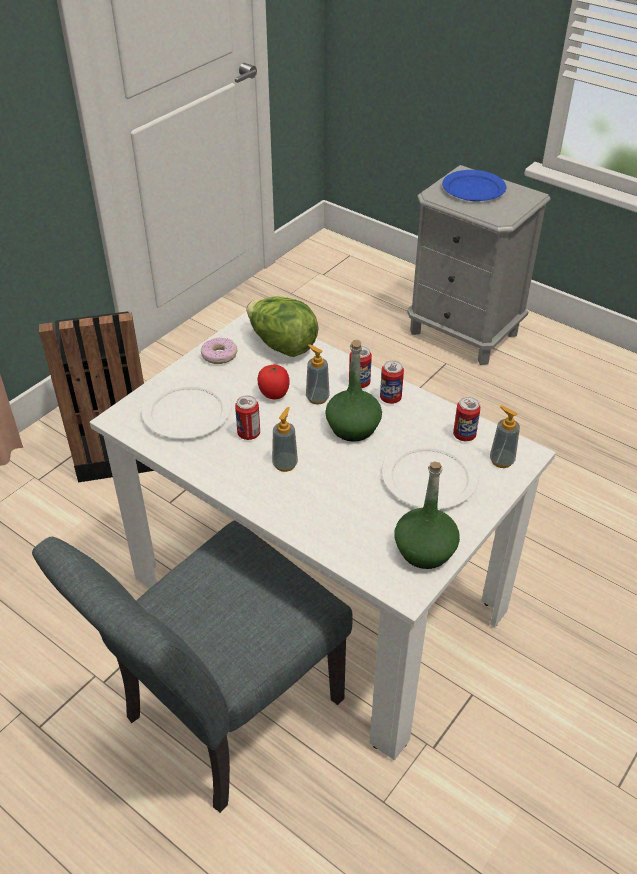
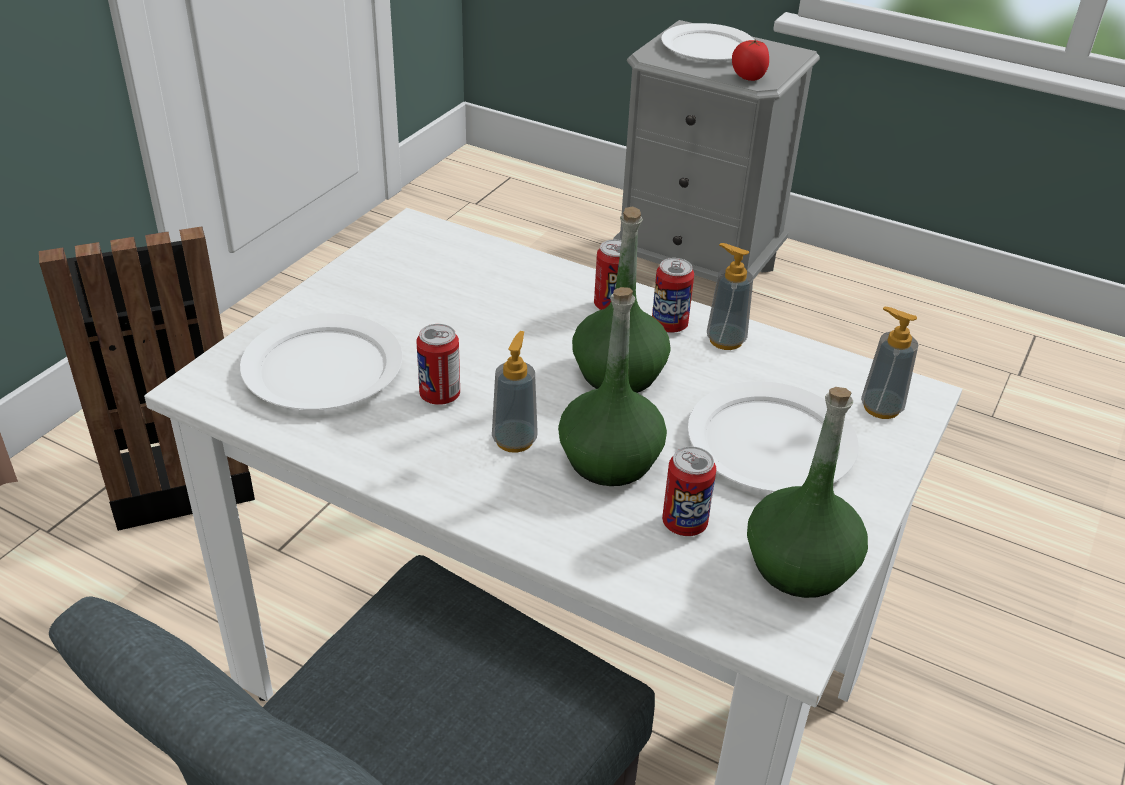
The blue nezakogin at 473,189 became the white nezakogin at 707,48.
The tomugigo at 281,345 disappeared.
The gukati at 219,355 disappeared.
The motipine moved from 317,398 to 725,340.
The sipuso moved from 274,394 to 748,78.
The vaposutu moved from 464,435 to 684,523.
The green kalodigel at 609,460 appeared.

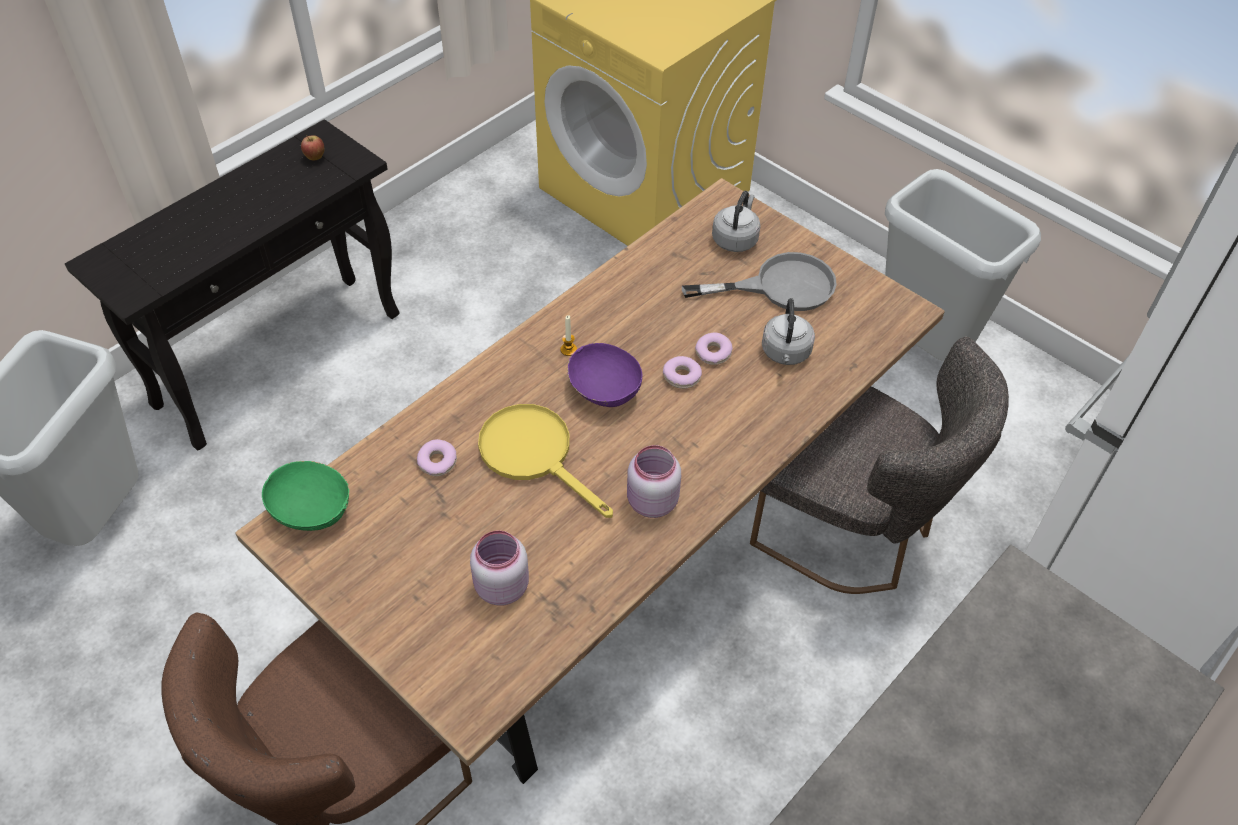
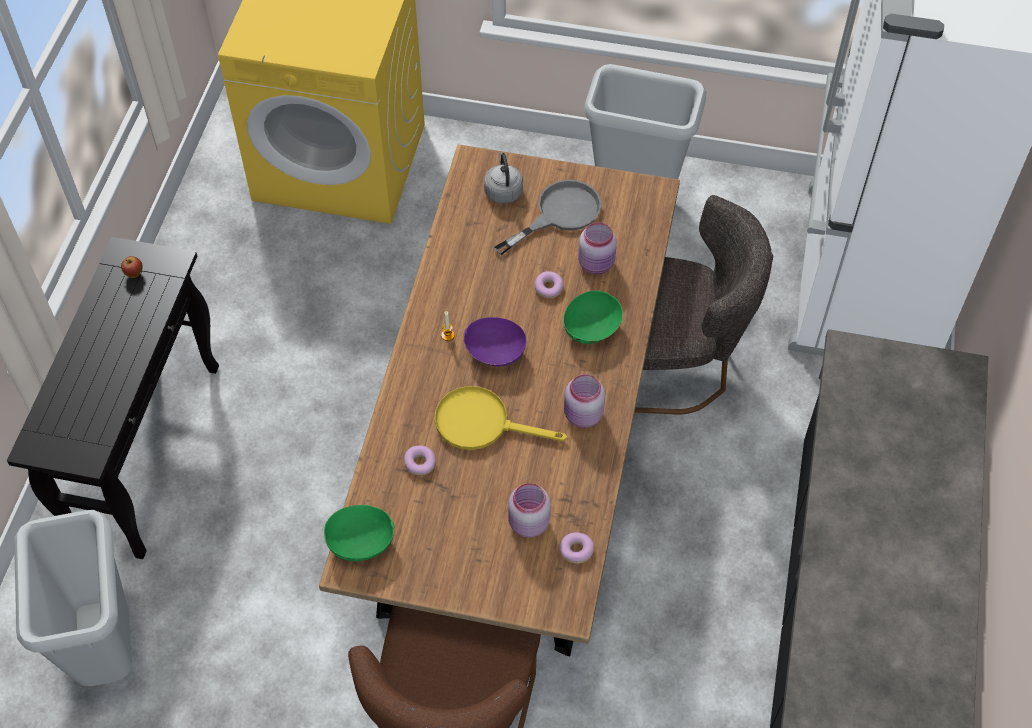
The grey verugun at 785,353 was replaced by the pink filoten at 597,264.
The gukati moved from 681,376 to 576,550.
The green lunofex at 592,330 appeared.

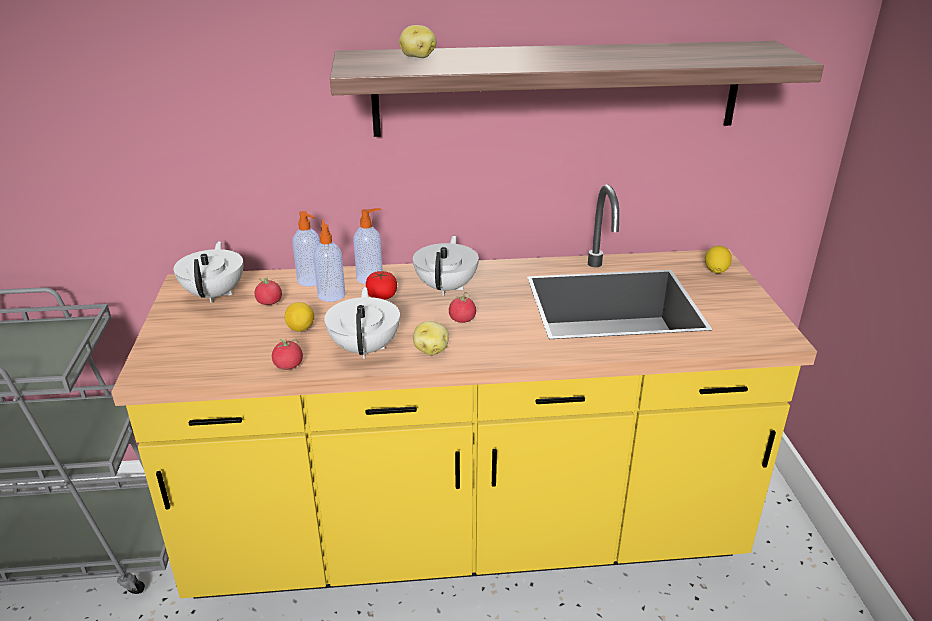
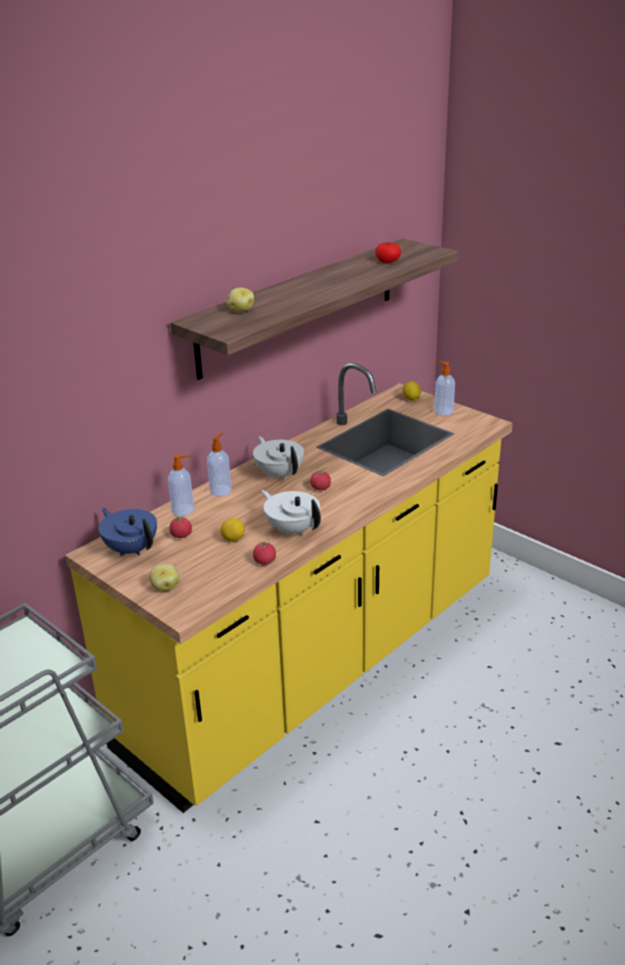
The motipine moved from 331,294 to 443,411.
The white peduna at 215,294 became the blue peduna at 131,549.
The sipuso moved from 382,296 to 387,261.
The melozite moved from 431,350 to 165,587.

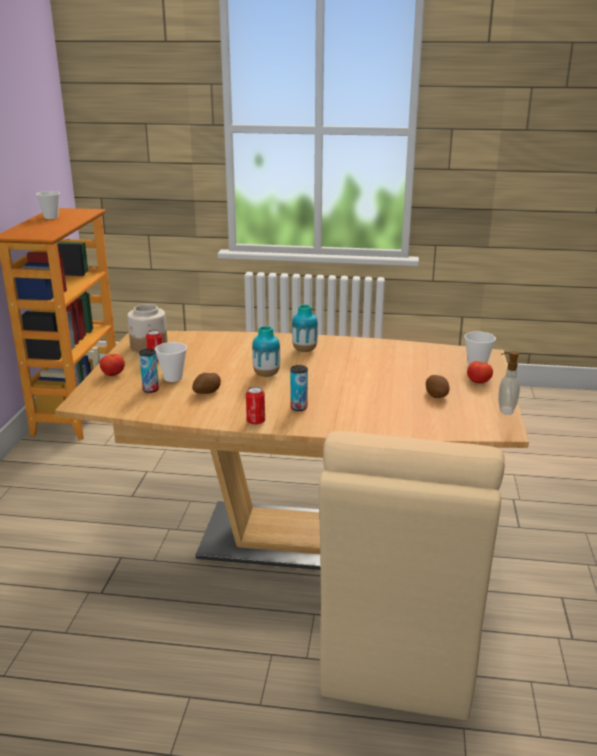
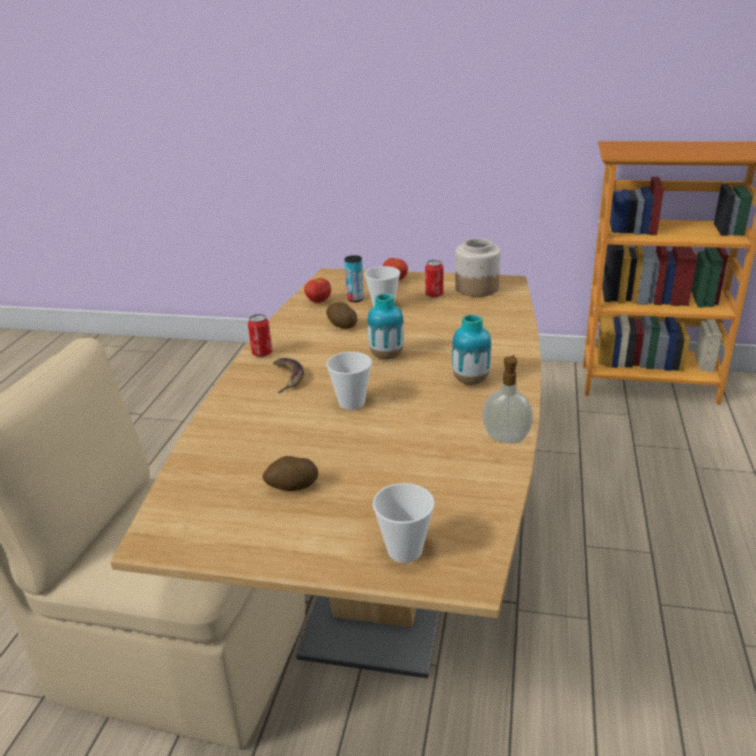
The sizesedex moved from 51,217 to 351,403.
The motipine moved from 505,410 to 506,437.
The sipuso moved from 478,382 to 318,301.
The vaposutu at 299,407 was replaced by the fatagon at 287,377.

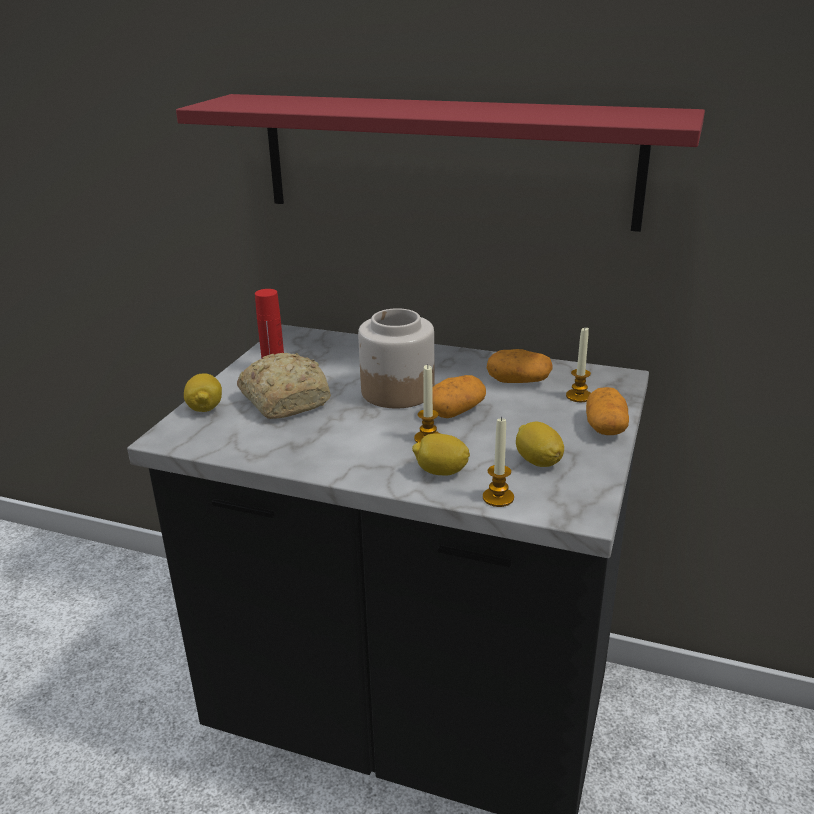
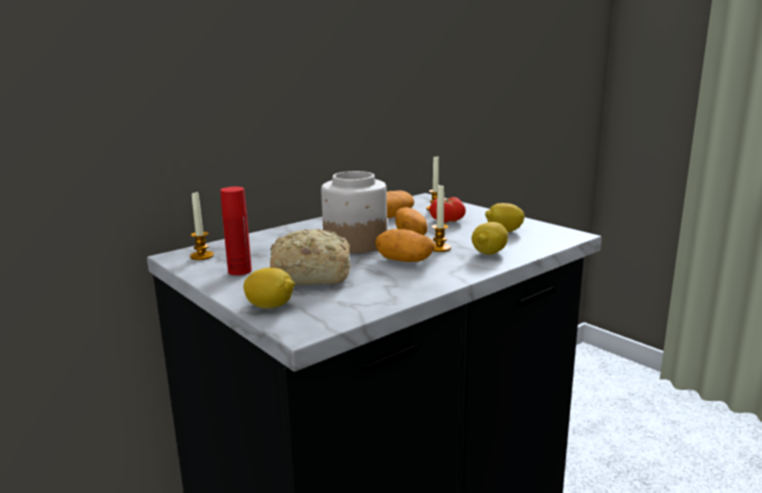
The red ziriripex at 445,160 disappeared.
The melozite moved from 605,427 to 404,261.
The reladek moved from 498,498 to 202,256.
The sipuso at 445,221 appeared.

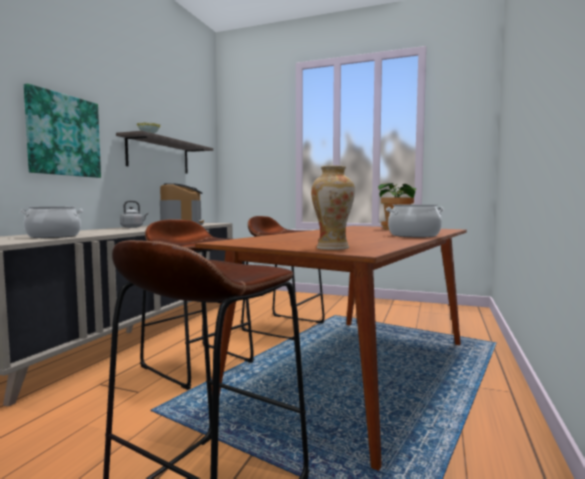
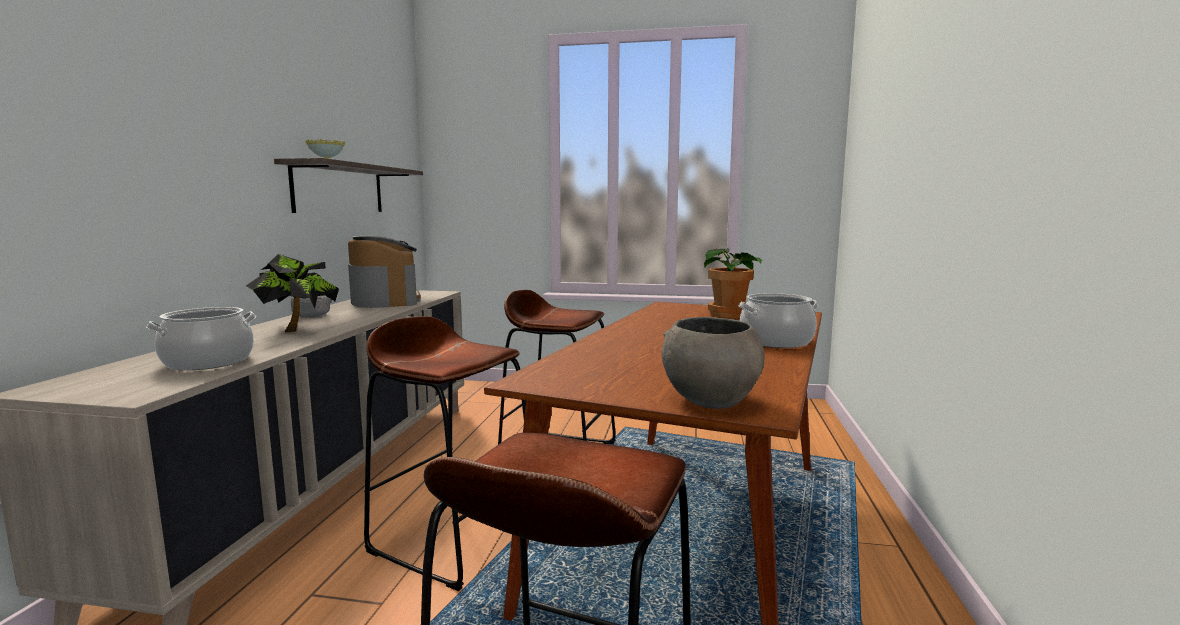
The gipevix at 63,135 disappeared.
The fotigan at 332,248 was replaced by the grey lunofex at 710,400.
The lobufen at 298,329 appeared.

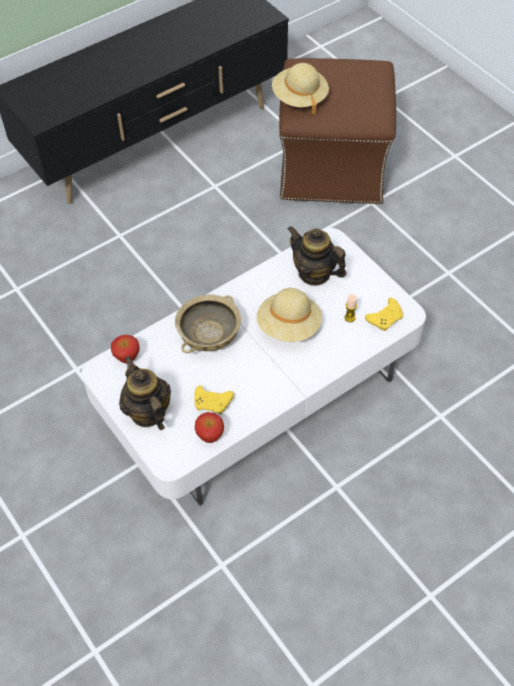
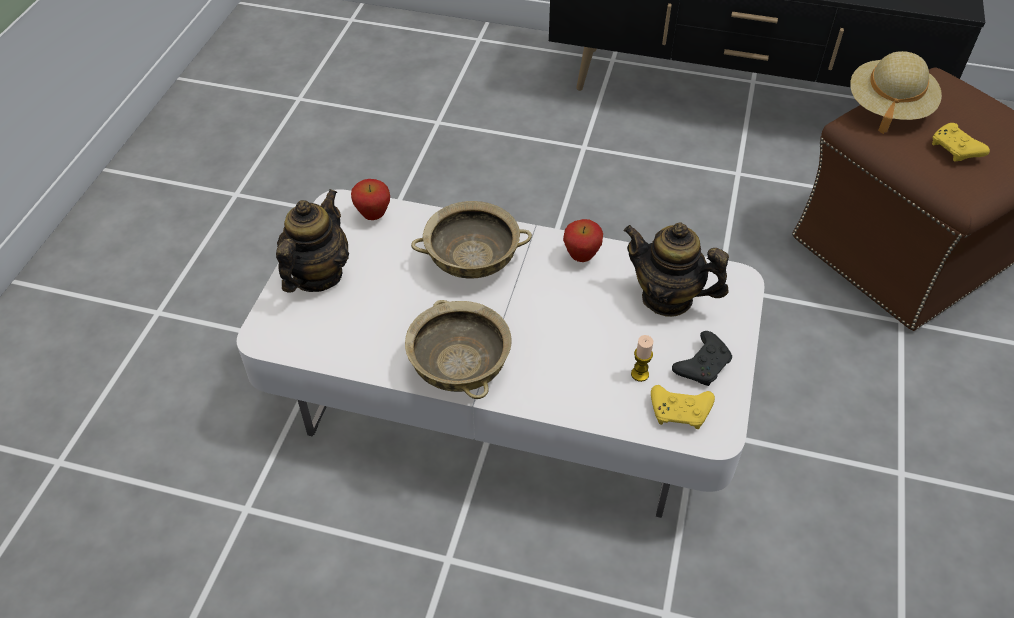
The peduna at 314,273 turned 60 degrees counterclockwise.
The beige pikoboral at 289,327 disappeared.
The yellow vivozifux moved from 213,403 to 955,150.
The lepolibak moved from 210,437 to 581,257.
The beige lunofex at 459,366 appeared.
The black vivozifux at 703,365 appeared.

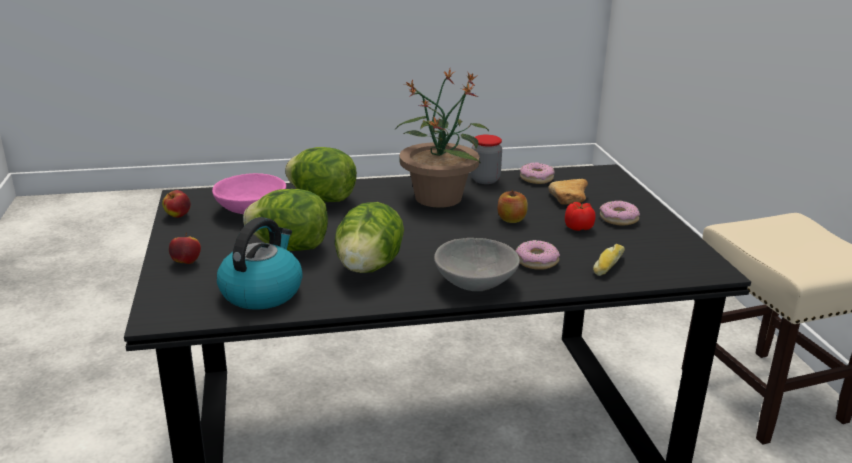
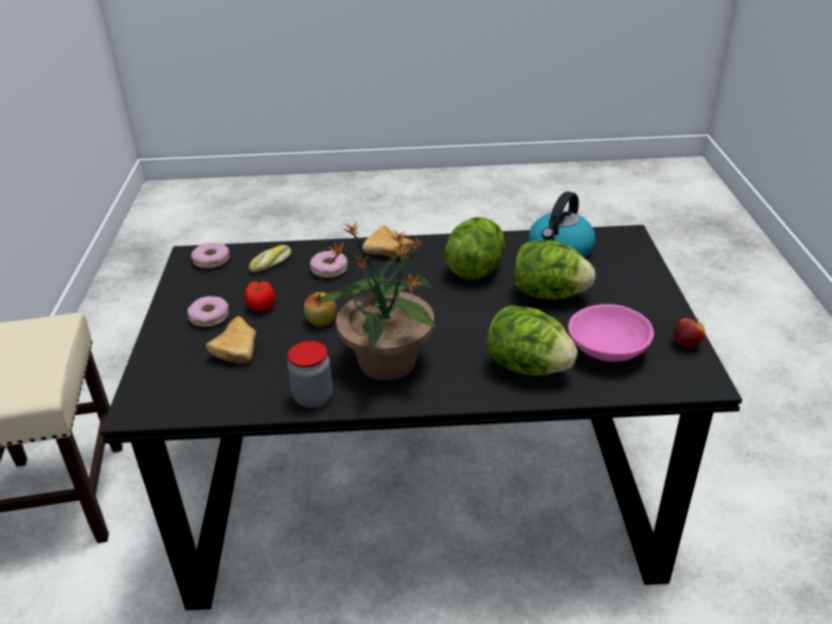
The gukati moved from 536,178 to 211,260.
The lepolibak at 186,262 disappeared.
The grey lunofex at 475,283 was replaced by the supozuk at 390,252.

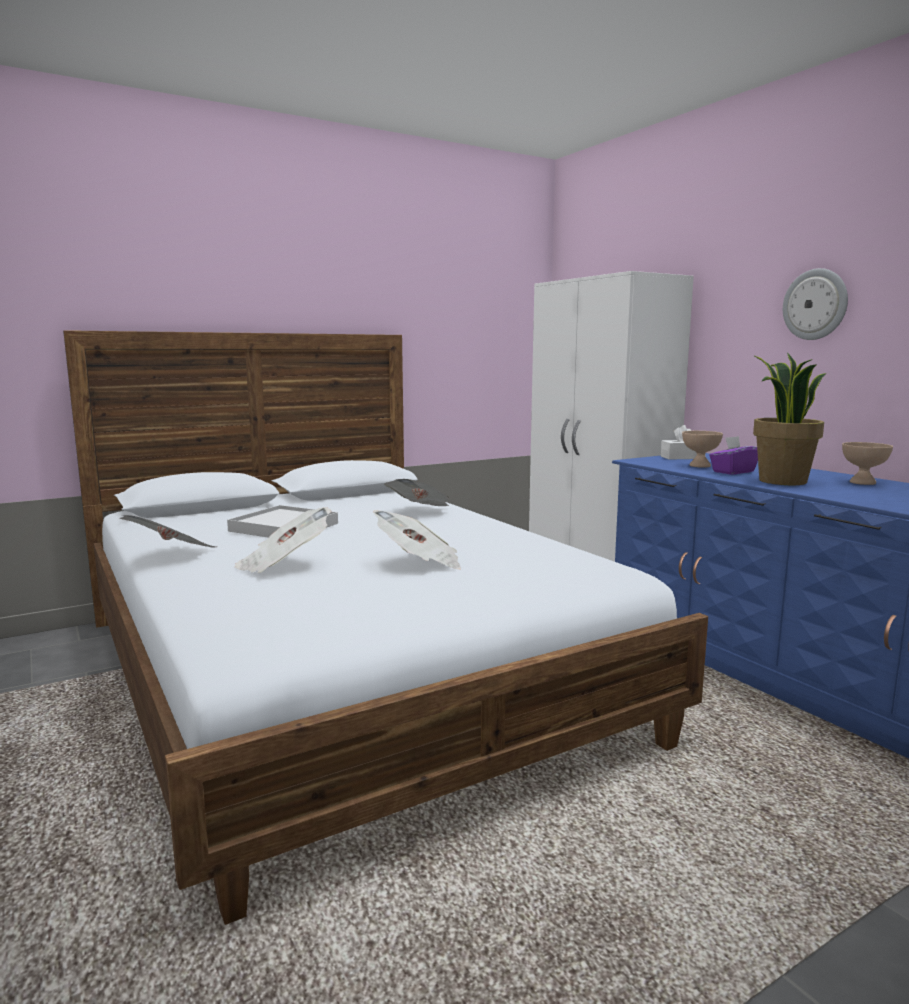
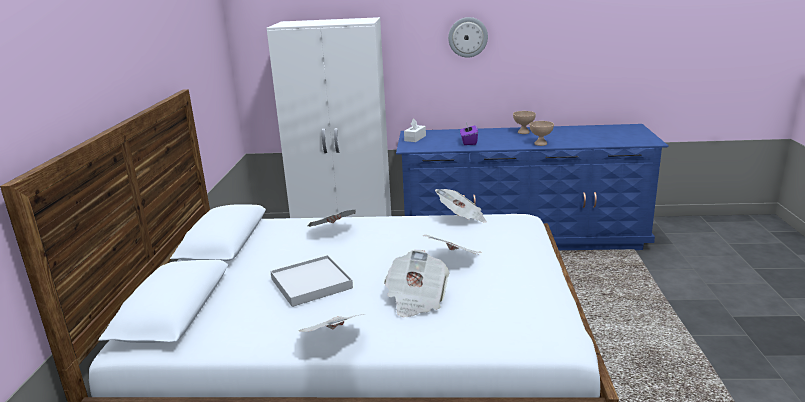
The lobufen at 781,481 disappeared.
The beige lunofex moved from 700,465 to 540,144.
The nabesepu at 462,218 appeared.

